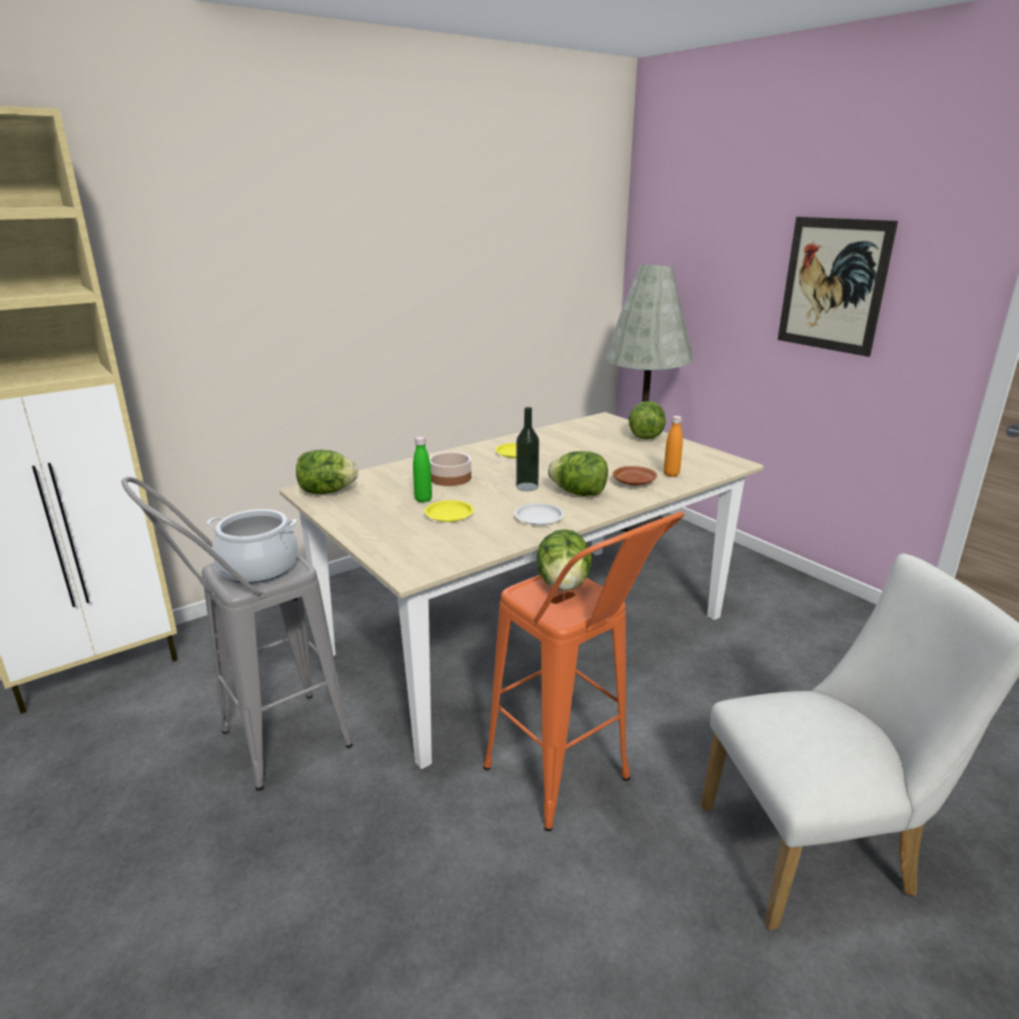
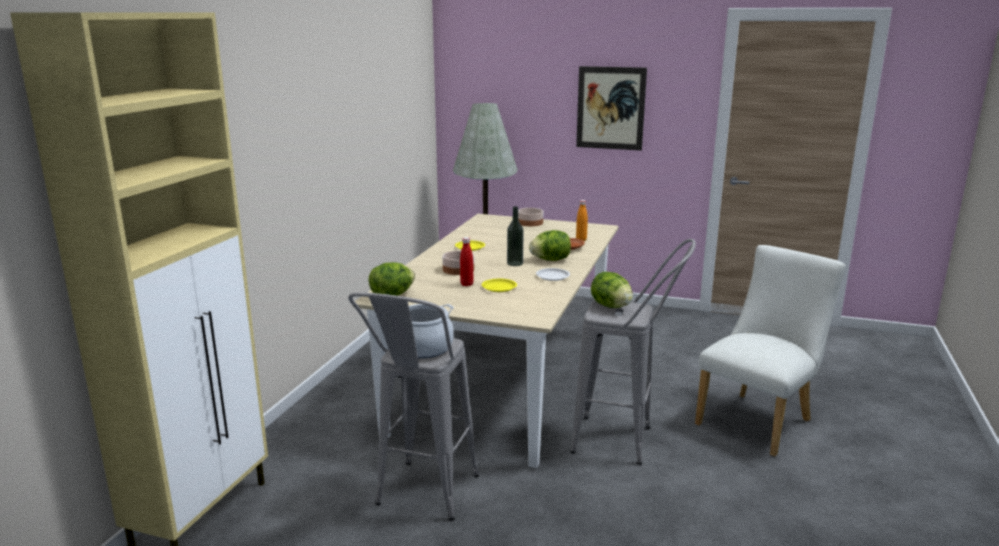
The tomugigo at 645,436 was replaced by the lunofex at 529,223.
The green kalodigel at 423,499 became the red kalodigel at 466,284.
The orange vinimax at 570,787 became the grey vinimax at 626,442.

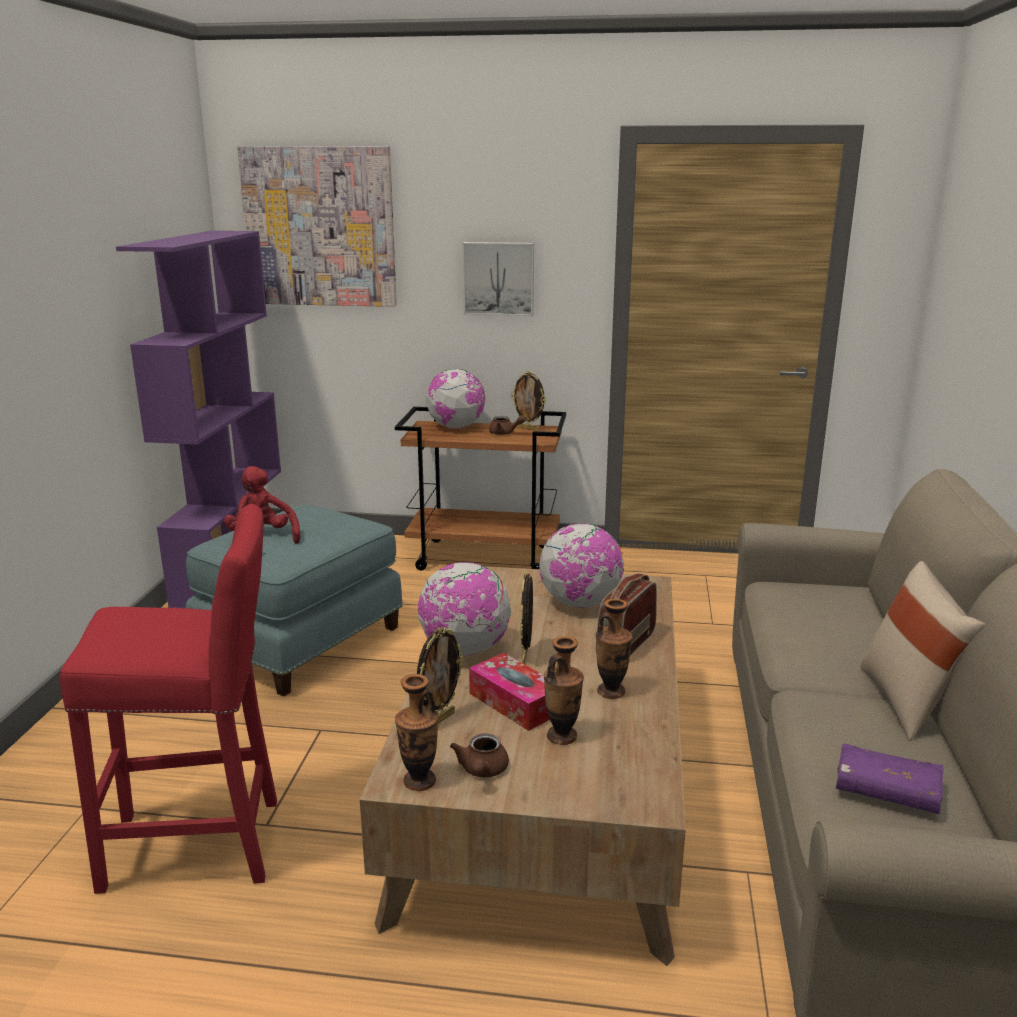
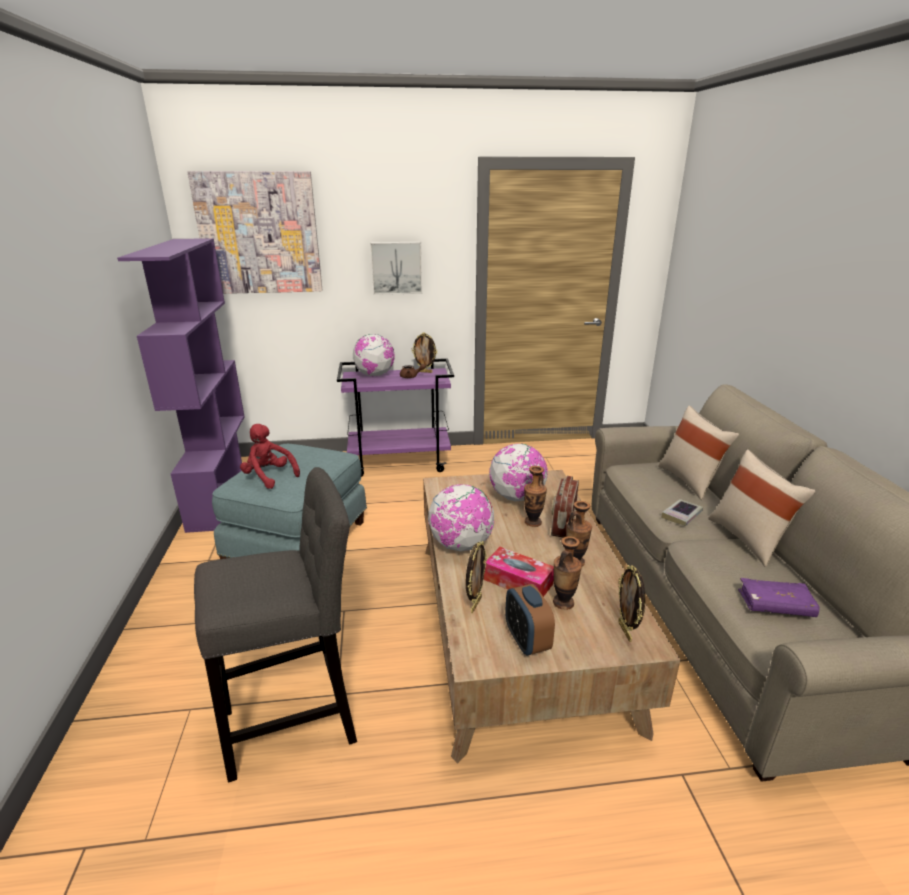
The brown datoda at 485,558 became the purple datoda at 400,462.
The red vinimax at 203,845 became the grey vinimax at 297,722.
The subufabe moved from 526,656 to 625,631.
The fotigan moved from 419,781 to 533,522.
The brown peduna at 482,771 was replaced by the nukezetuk at 527,641.
The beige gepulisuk at 690,481 appeared.
The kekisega at 681,515 appeared.

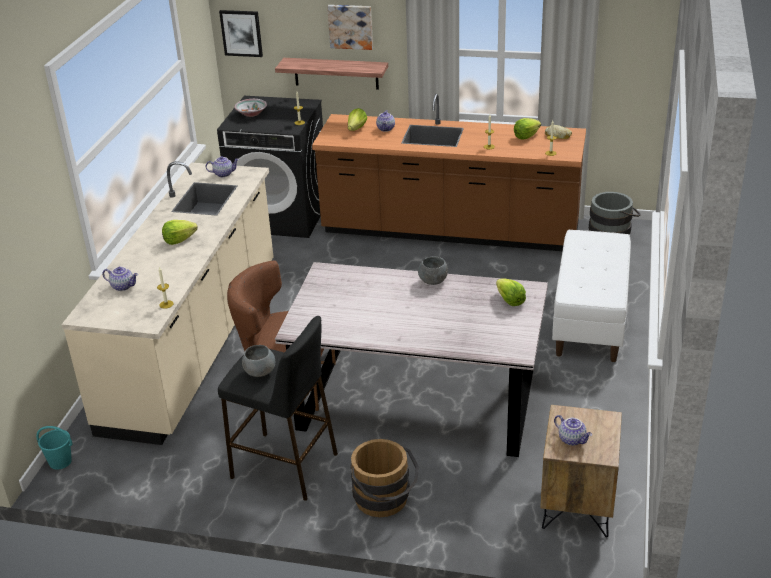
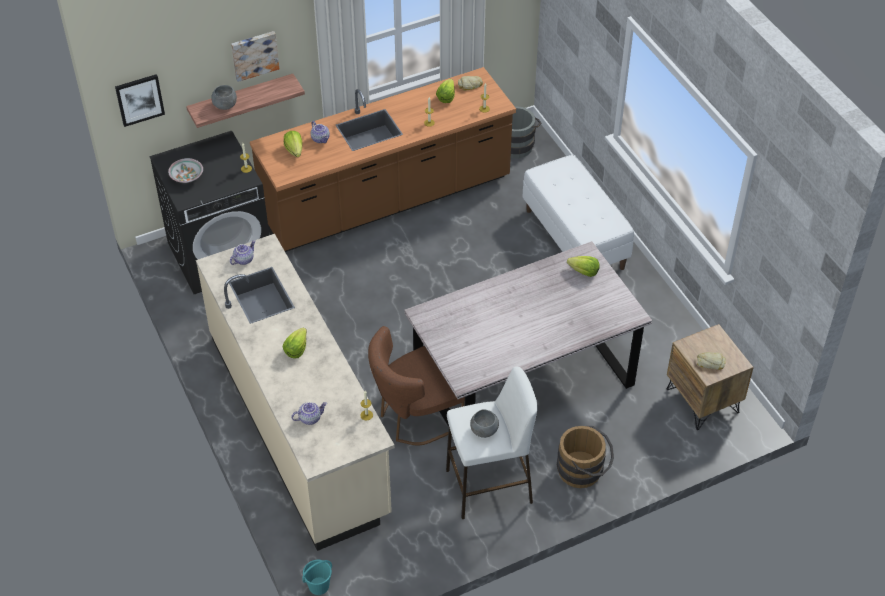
The grey lunofex moved from 433,281 to 225,105.
The black vinimax at 285,466 became the white vinimax at 489,486.
The peduna at 572,439 was replaced by the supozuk at 710,362.

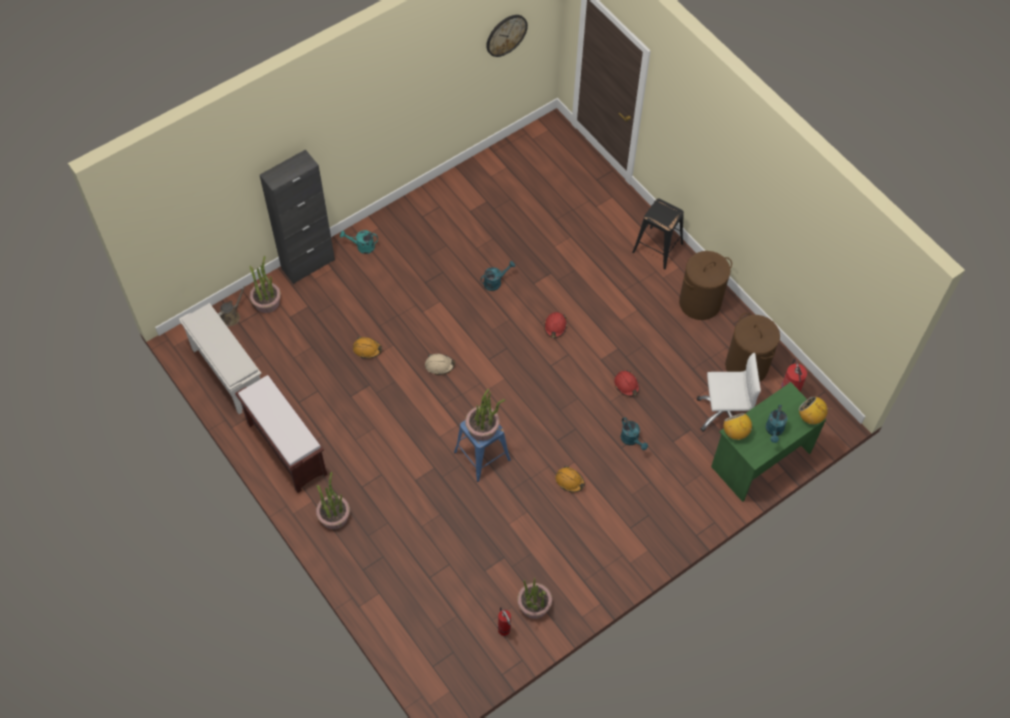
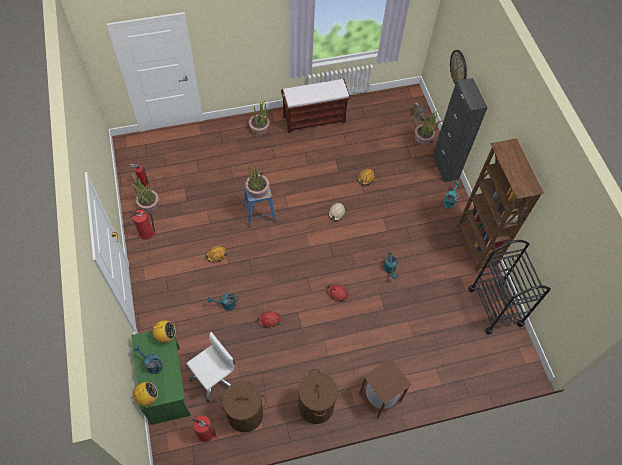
The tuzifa moved from 506,35 to 459,68.
The black vinimax at 658,247 was replaced by the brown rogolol at 380,398.
The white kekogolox at 227,373 disappeared.
The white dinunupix at 724,413 turned 150 degrees counterclockwise.
The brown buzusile at 475,246 appeared.
The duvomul at 147,233 appeared.
The black datoda at 495,306 appeared.

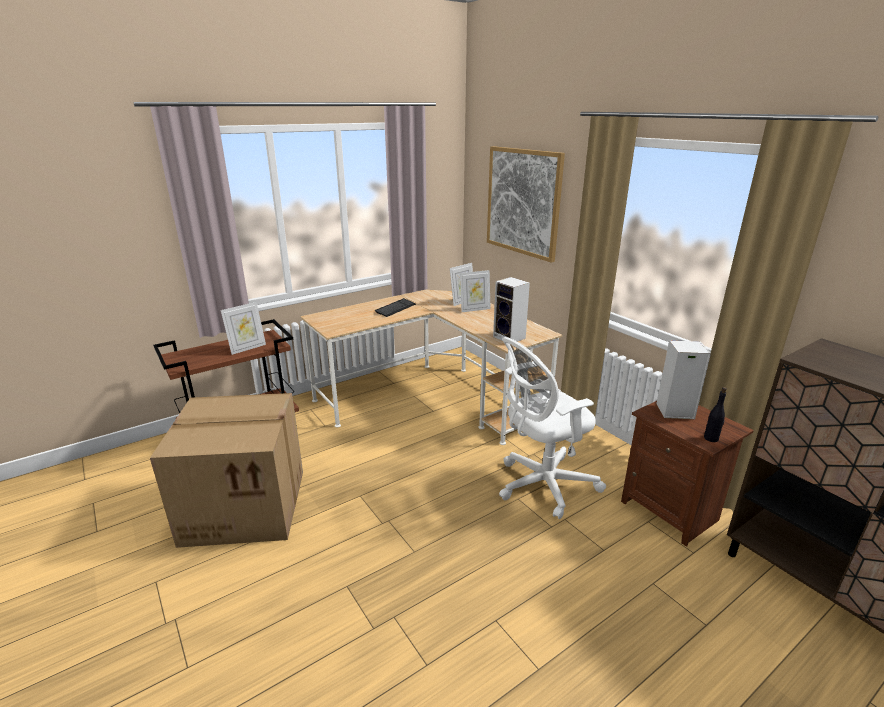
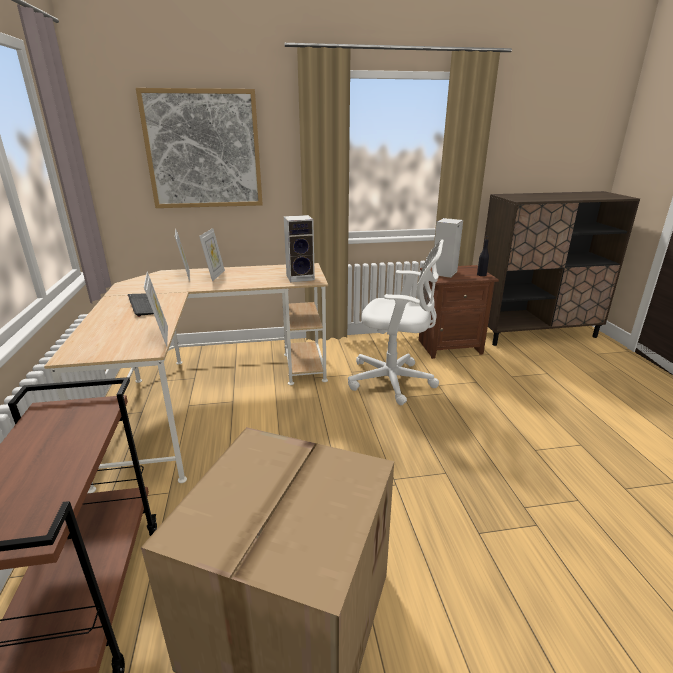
The subufabe moved from 247,348 to 161,337.
The white dinunupix at 542,485 turned 75 degrees counterclockwise.

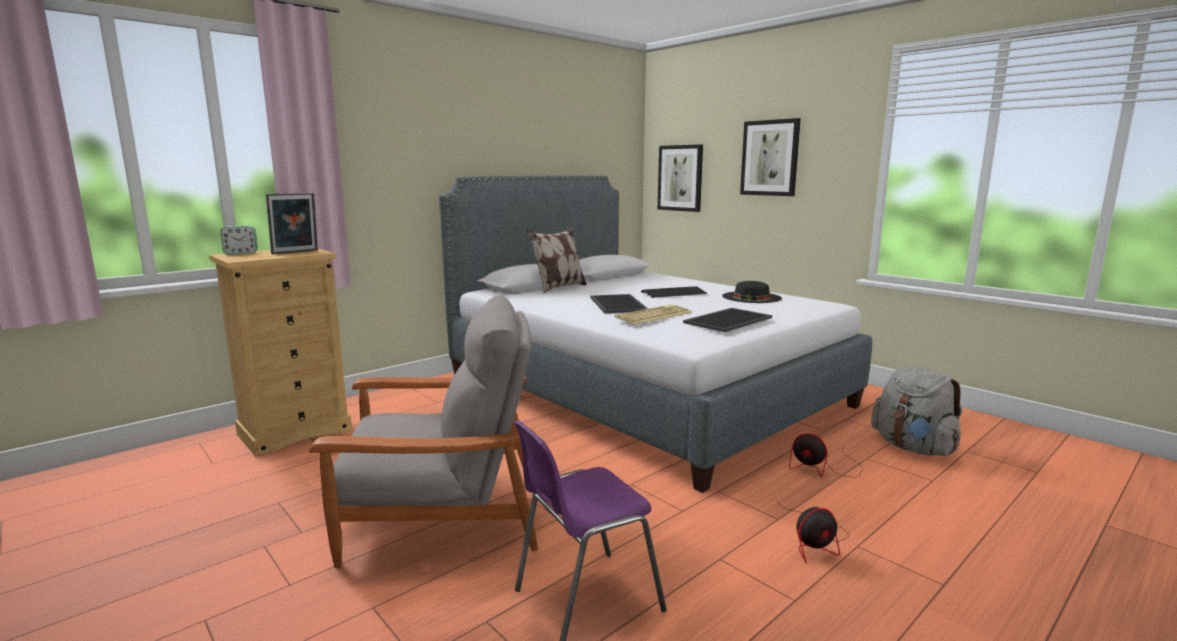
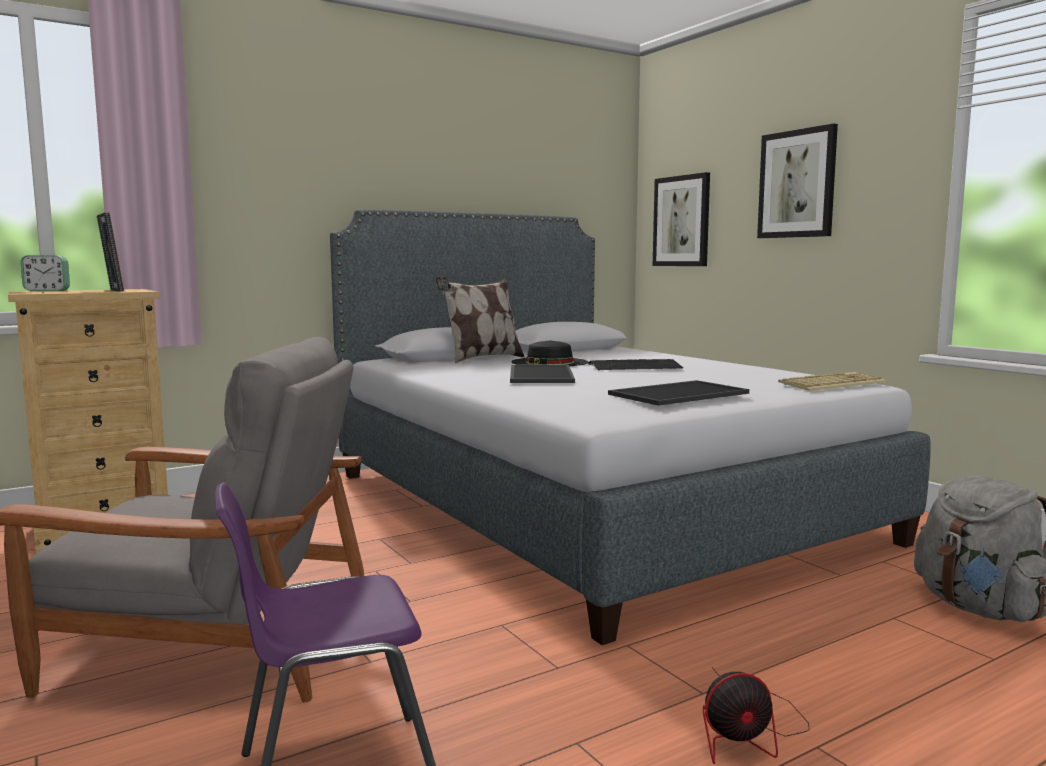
The subufabe at 296,252 turned 90 degrees clockwise.
The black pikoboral moved from 751,297 to 549,362.
The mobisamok moved from 653,315 to 831,383.
The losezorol at 822,468 disappeared.

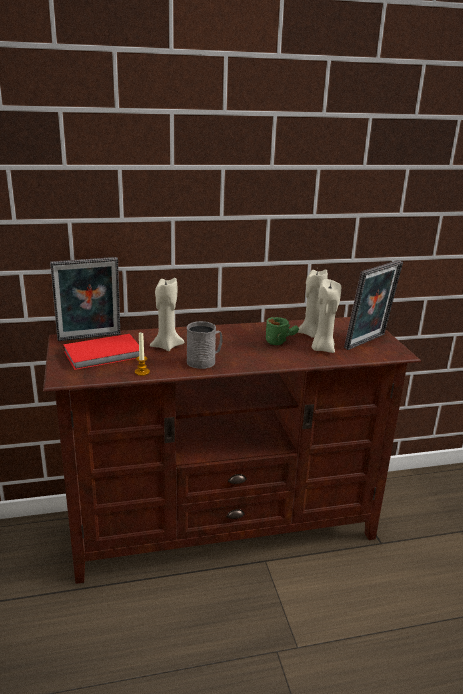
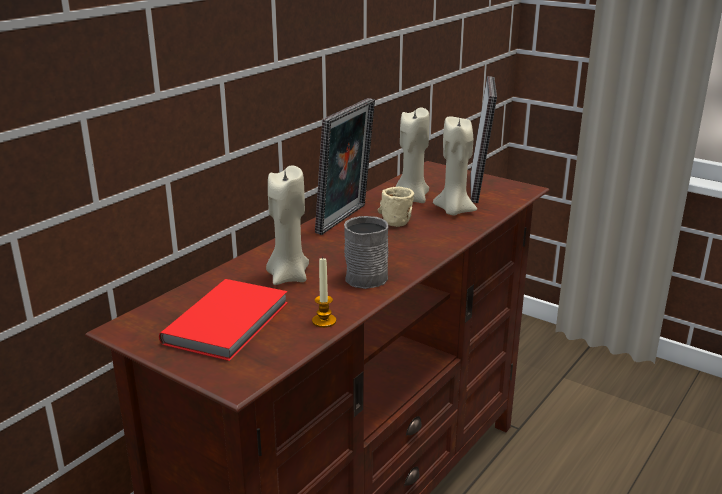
The subufabe moved from 89,338 to 345,220.
The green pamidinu at 281,340 became the beige pamidinu at 398,218.

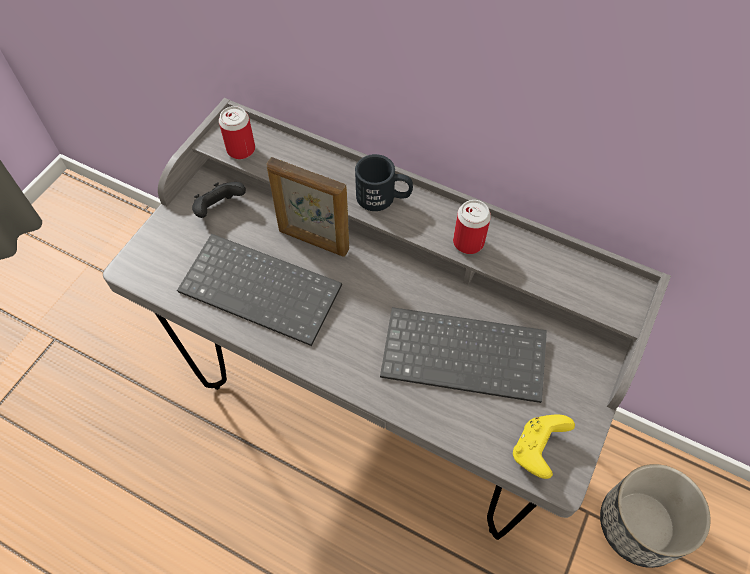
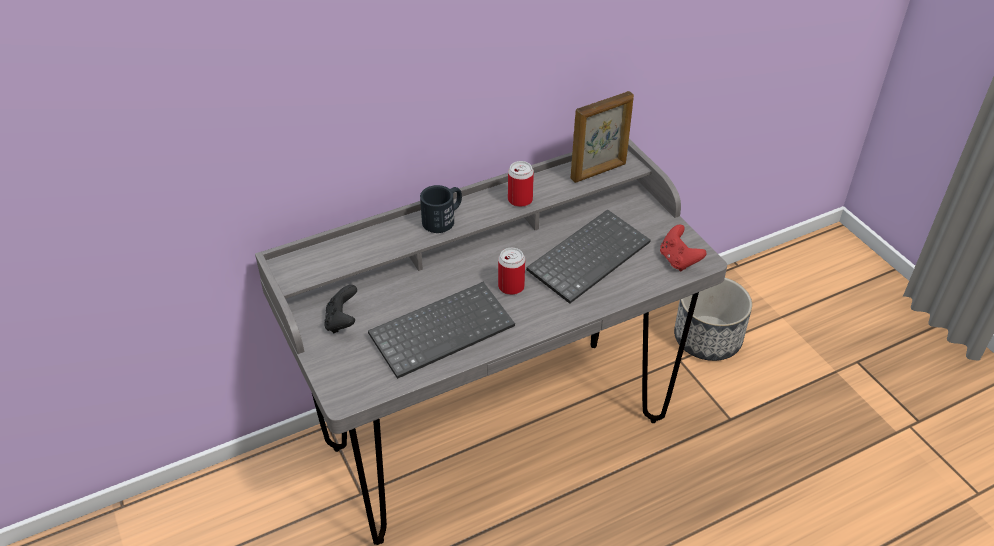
The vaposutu moved from 241,149 to 511,286.
The subufabe moved from 313,241 to 599,171.
The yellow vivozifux at 536,450 became the red vivozifux at 678,260.

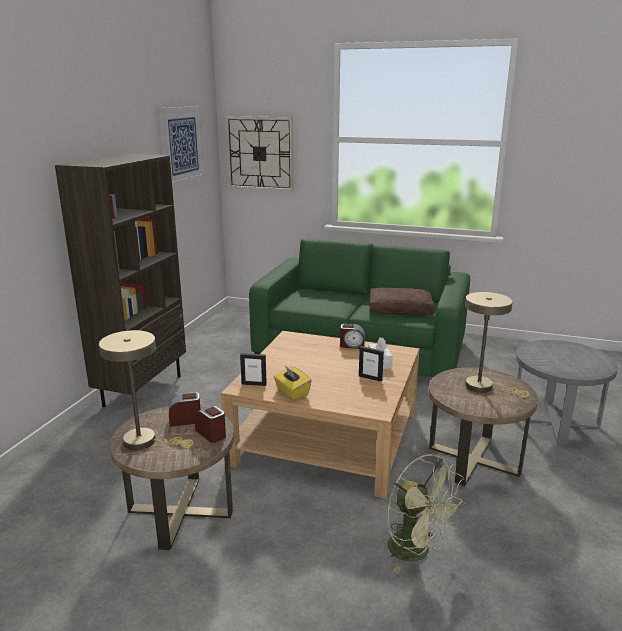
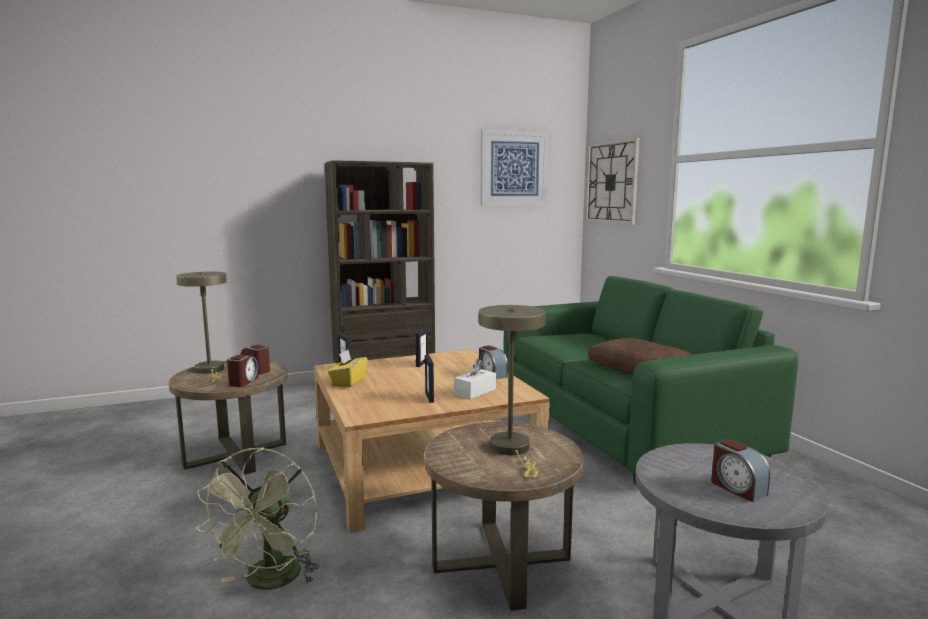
The subufabe at 422,363 appeared.
The nukezetuk at 737,488 appeared.

